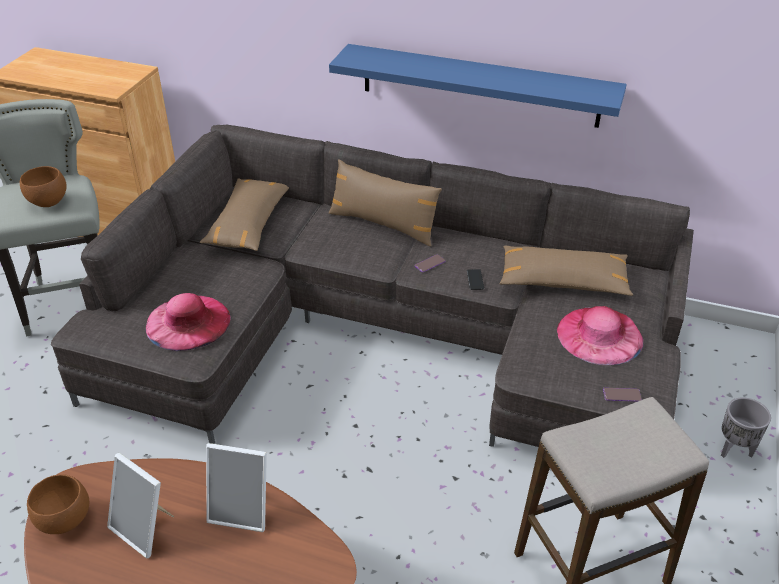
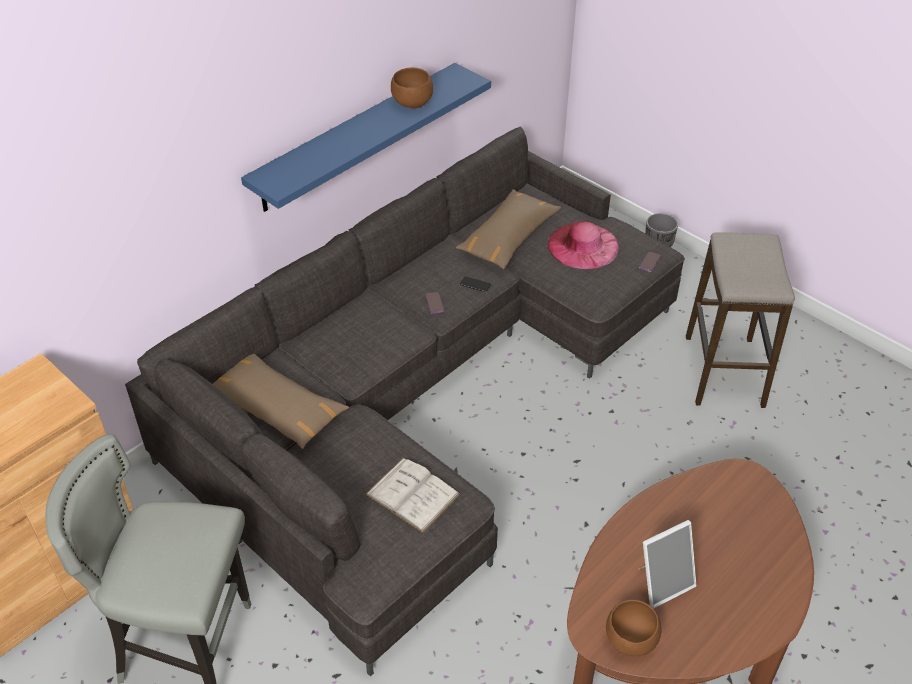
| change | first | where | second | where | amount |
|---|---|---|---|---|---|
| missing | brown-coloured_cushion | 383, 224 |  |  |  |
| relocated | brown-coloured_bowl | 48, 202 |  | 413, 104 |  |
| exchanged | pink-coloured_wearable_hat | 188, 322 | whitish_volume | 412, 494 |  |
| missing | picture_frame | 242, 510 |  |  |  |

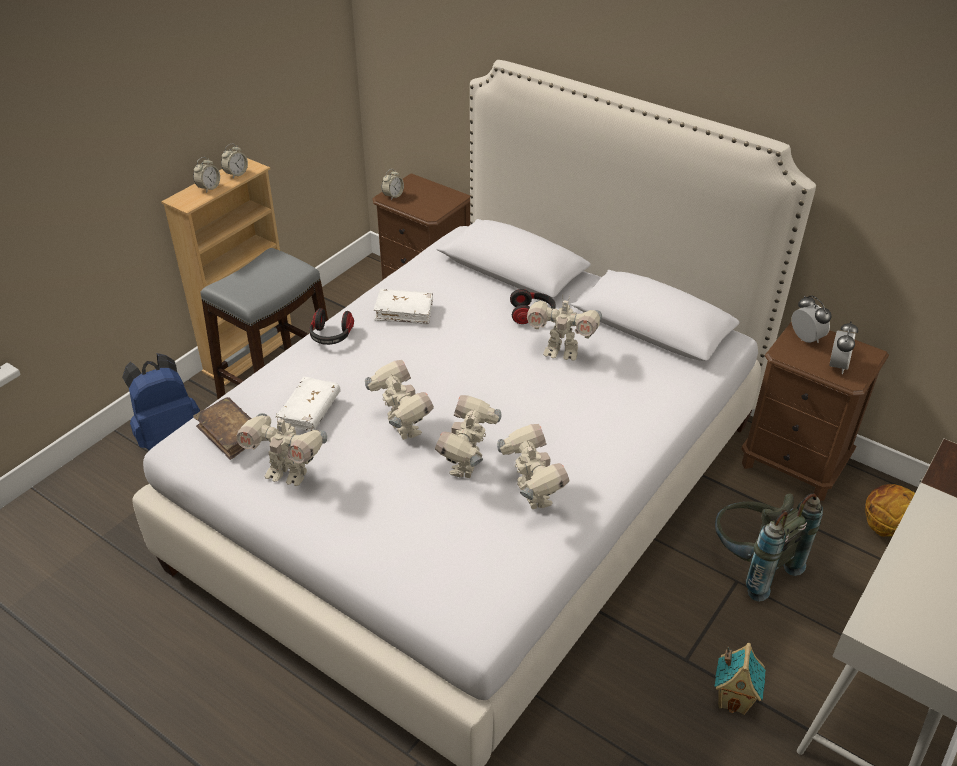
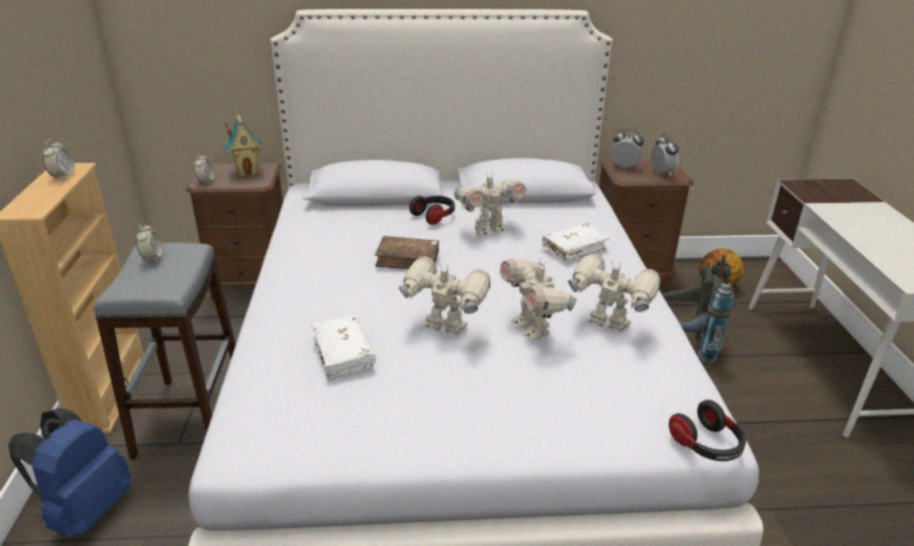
| change | first | where | second | where | amount |
|---|---|---|---|---|---|
| relocated | bedside_clock | 209, 188 |  | 152, 258 |  |
| relocated | whitish_volume | 404, 312 |  | 574, 249 |  |
| relocated | pair_of_headphones | 331, 336 |  | 707, 445 |  |
| relocated | brown-coloured_volume | 230, 434 |  | 408, 260 |  |
| missing | toy_robot | 288, 473 |  |  |  |
| relocated | model_house | 733, 699 |  | 247, 172 |  |

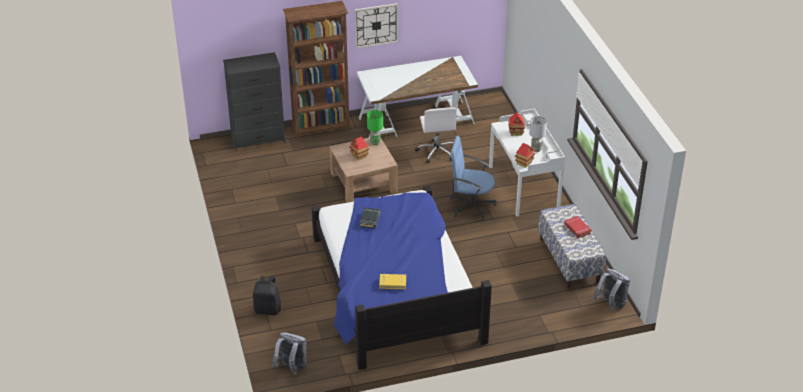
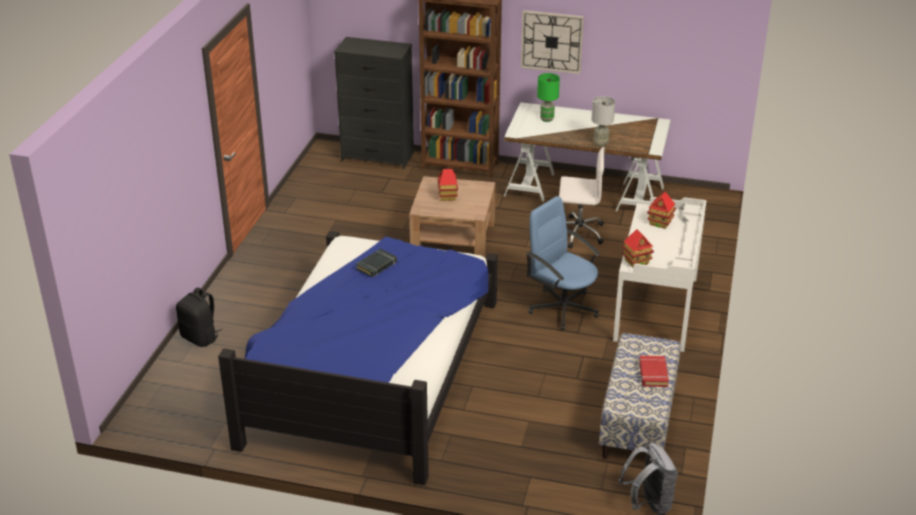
| change | first | where | second | where | amount |
|---|---|---|---|---|---|
| spun | whitish_desk_chair | 437, 151 |  | 577, 232 | 105 degrees counterclockwise |
| relocated | green-coloured_lamp_for_a_table | 375, 142 |  | 547, 119 |  |
| relocated | grey_lamp_for_a_table | 535, 149 |  | 600, 143 |  |
| missing | yellowish_volume | 392, 283 |  |  |  |
| missing | grey_knapsack | 292, 368 |  |  |  |

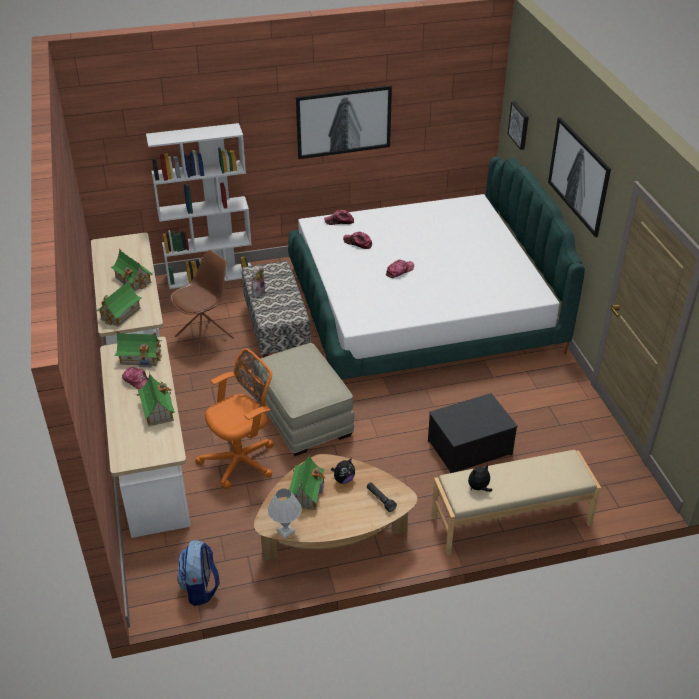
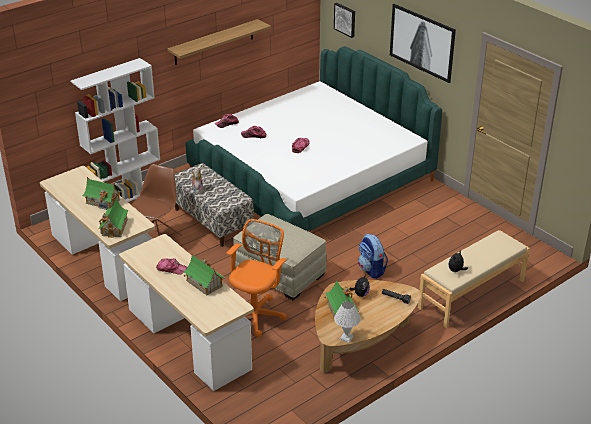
| change | first | where | second | where | amount |
|---|---|---|---|---|---|
| exchanged | wall_art | 343, 121 | bracket_shelf | 214, 42 |  |
| missing | model_house | 140, 357 |  |  |  |
| missing | storage_container | 469, 448 |  |  |  |
| relocated | knapsack | 200, 588 |  | 371, 270 |  |

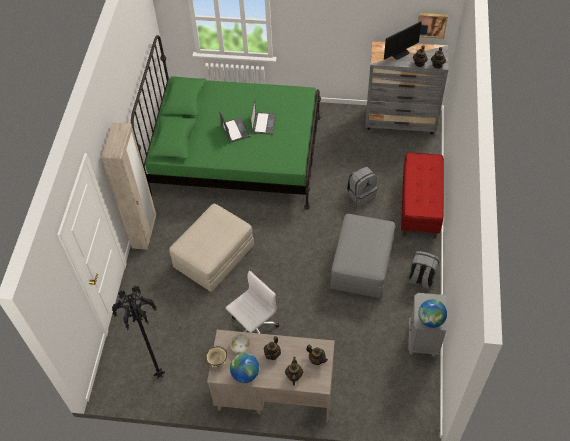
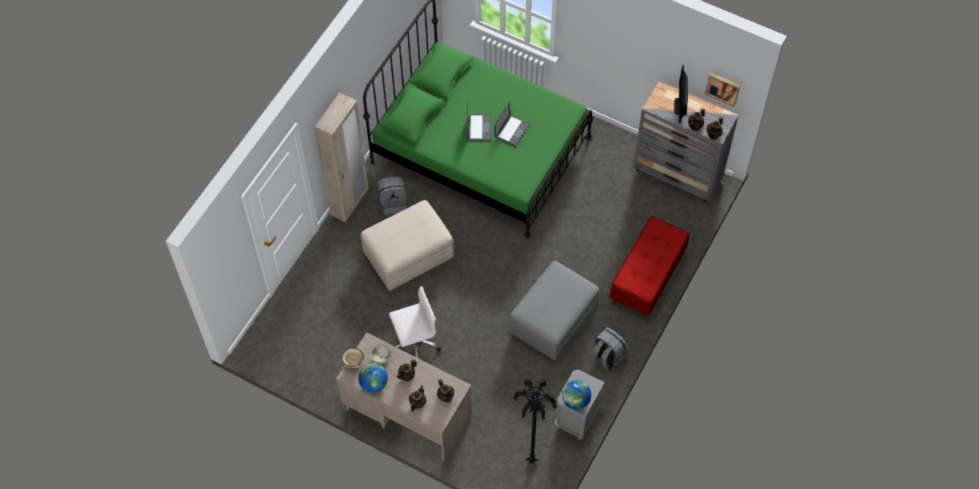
| change | first | where | second | where | amount |
|---|---|---|---|---|---|
| spun | computer_screen | 400, 53 |  | 680, 106 | 105 degrees clockwise |
| relocated | grey_knapsack | 361, 194 |  | 393, 203 |  |
| relocated | black-coloured_standard_lamp | 159, 376 |  | 531, 462 |  |

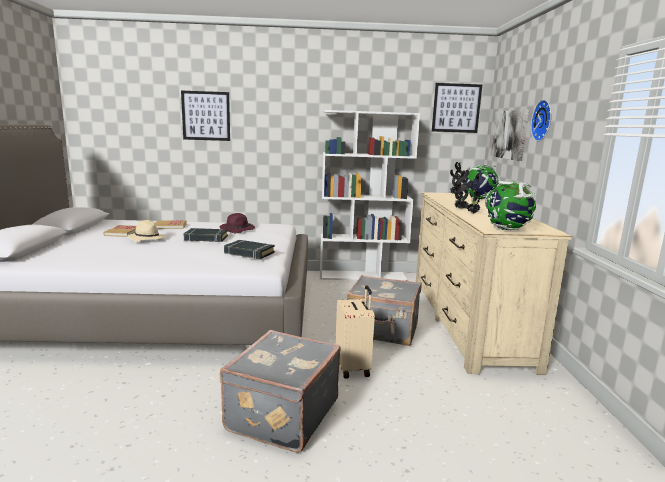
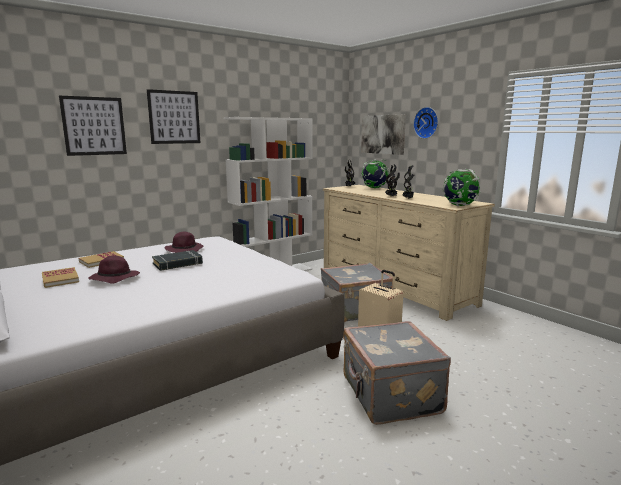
| change | first | where | second | where | amount |
|---|---|---|---|---|---|
| relocated | wall_art | 456, 108 |  | 174, 117 |  |
| colour | sand-coloured_wearable_hat | 146, 239 | purple_wearable_hat | 114, 278 |  |
| missing | black-coloured_volume | 249, 253 |  |  |  |

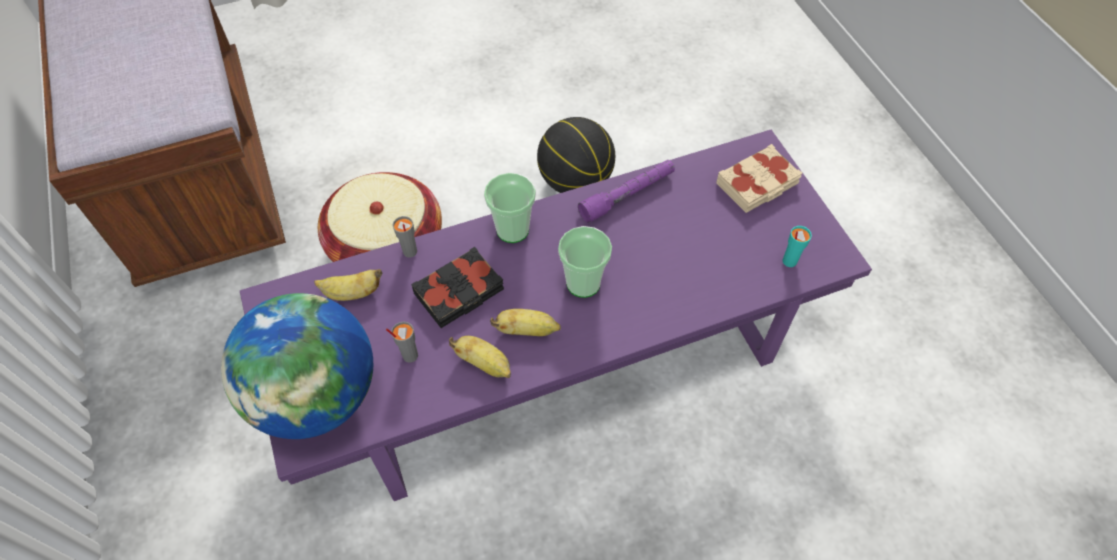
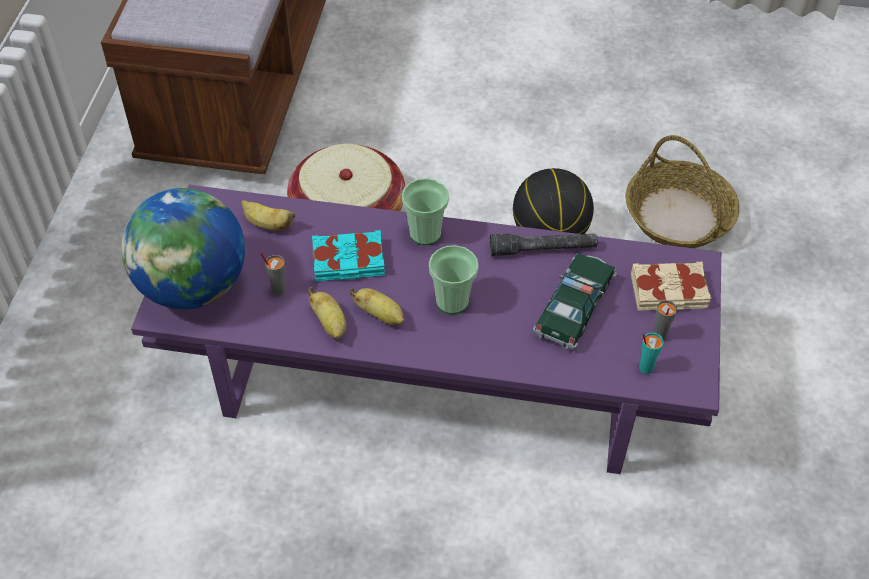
| change | first | where | second | where | amount |
|---|---|---|---|---|---|
| colour | purple_torch | 627, 195 | grey_torch | 543, 249 |  |
| relocated | grey_small_cup | 409, 252 |  | 659, 335 |  |
| colour | black-coloured_volume | 459, 292 | turquoise_volume | 348, 262 |  |
| appeared |  |  | basket | 678, 217 |  |
| appeared |  |  | model_car | 574, 307 |  |

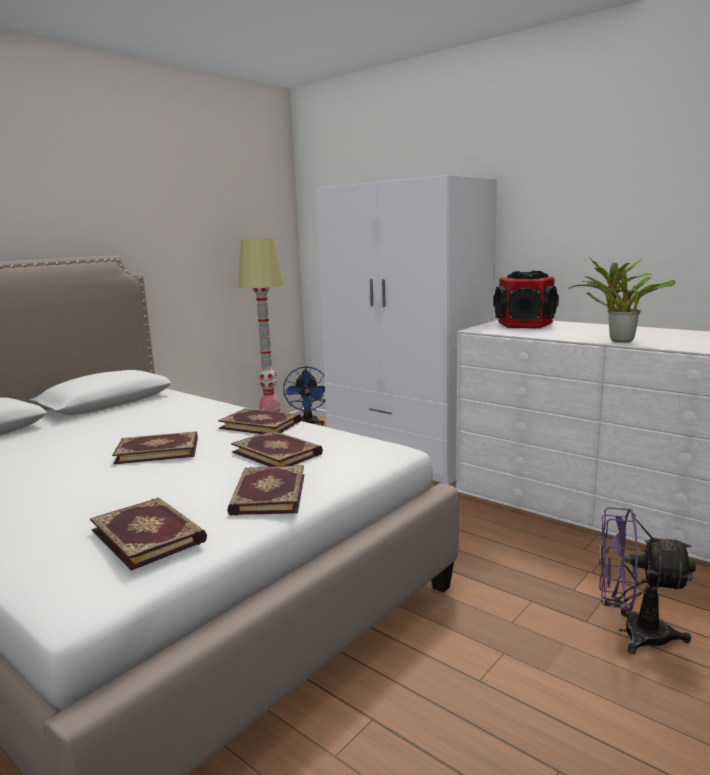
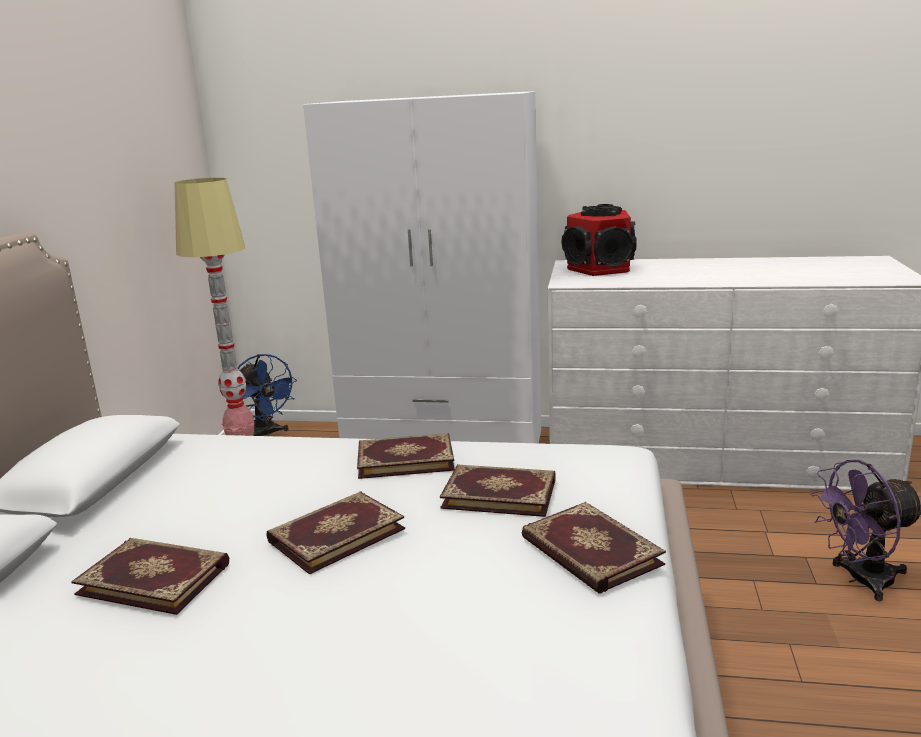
| change | first | where | second | where | amount |
|---|---|---|---|---|---|
| missing | houseplant | 618, 340 |  |  |  |
| relocated | volume | 149, 535 |  | 155, 578 |  |

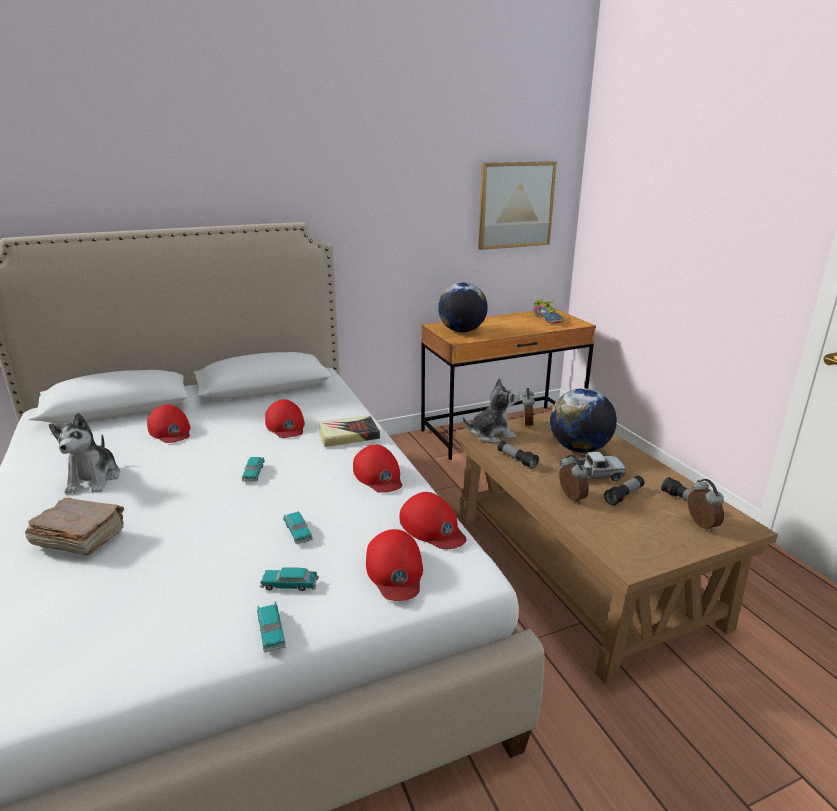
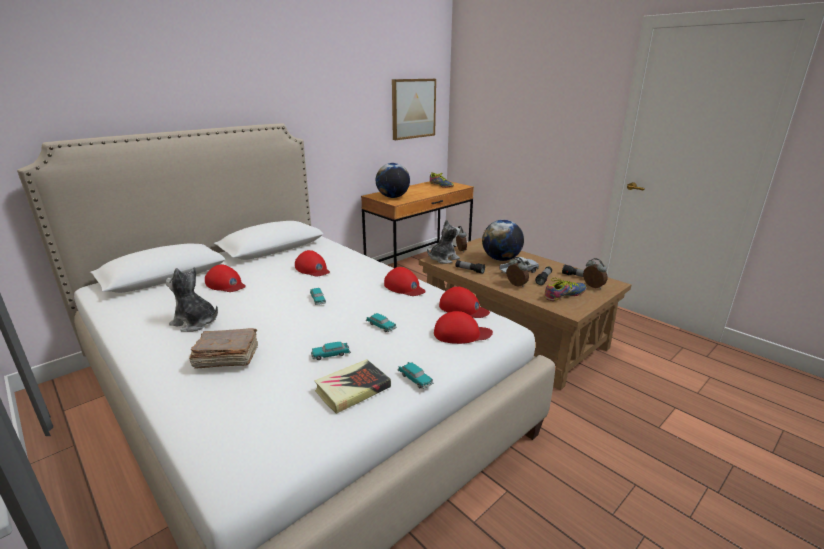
| change | first | where | second | where | amount |
|---|---|---|---|---|---|
| spun | soft_toy | 94, 479 |  | 195, 322 | 135 degrees clockwise |
| relocated | volume | 348, 435 |  | 352, 389 |  |
| spun | red_cap | 395, 571 |  | 461, 334 | 60 degrees counterclockwise |
| relocated | model_car | 289, 584 |  | 330, 354 |  |
| appeared |  |  | low_shoe | 564, 295 |  |

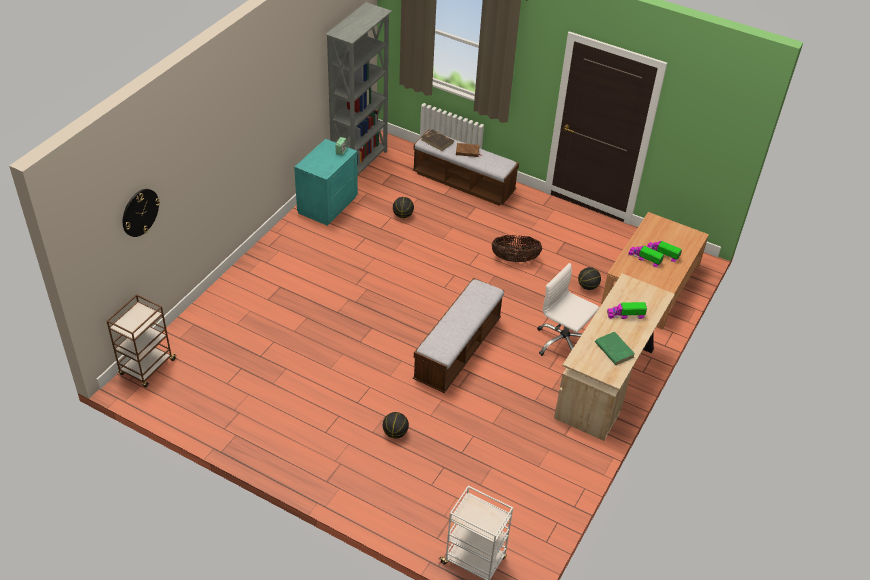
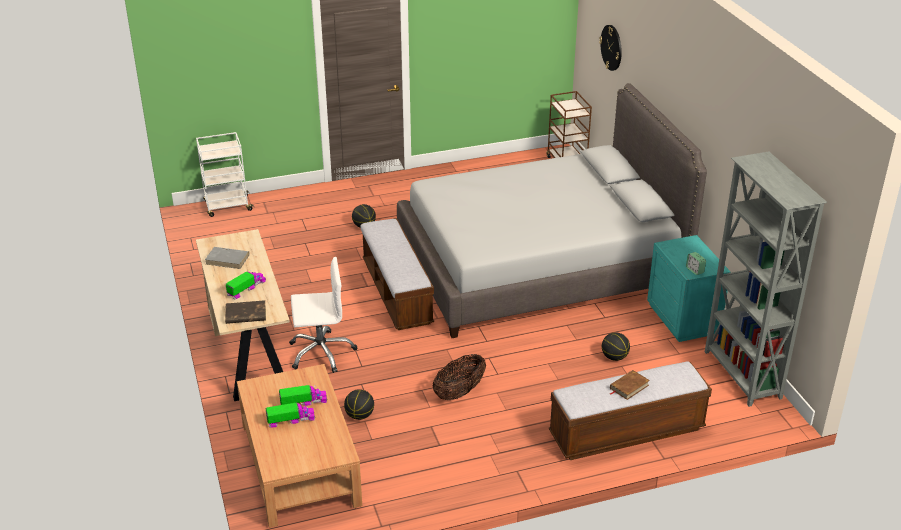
| change | first | where | second | where | amount |
|---|---|---|---|---|---|
| relocated | brown-coloured_volume | 437, 141 |  | 245, 315 |  |
| colour | green-coloured_volume | 614, 350 | grey_volume | 228, 259 |  |
| appeared |  |  | grey_sleeping_bed | 540, 266 |  |

